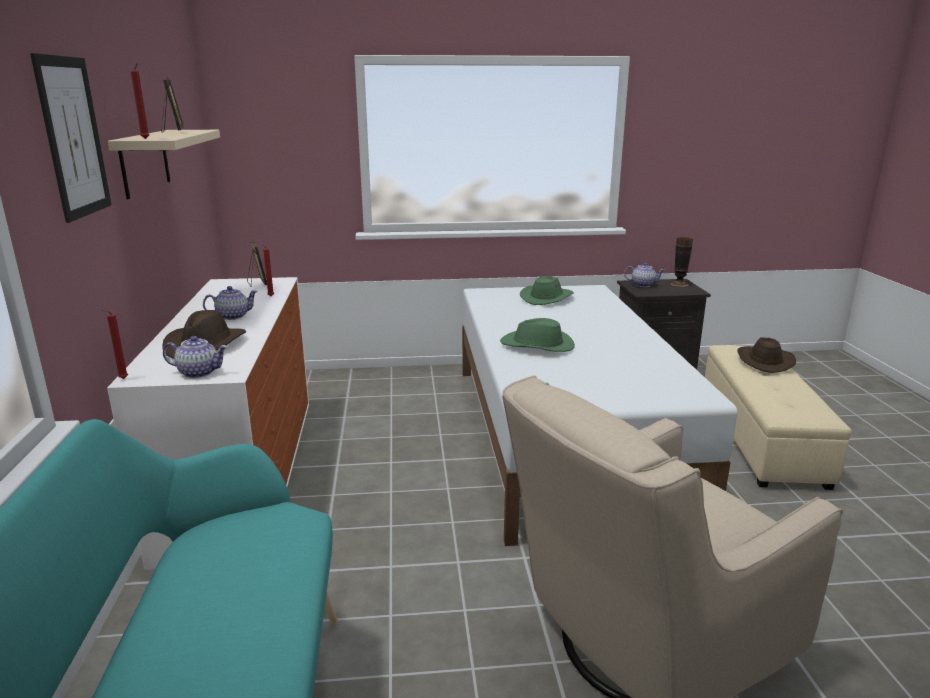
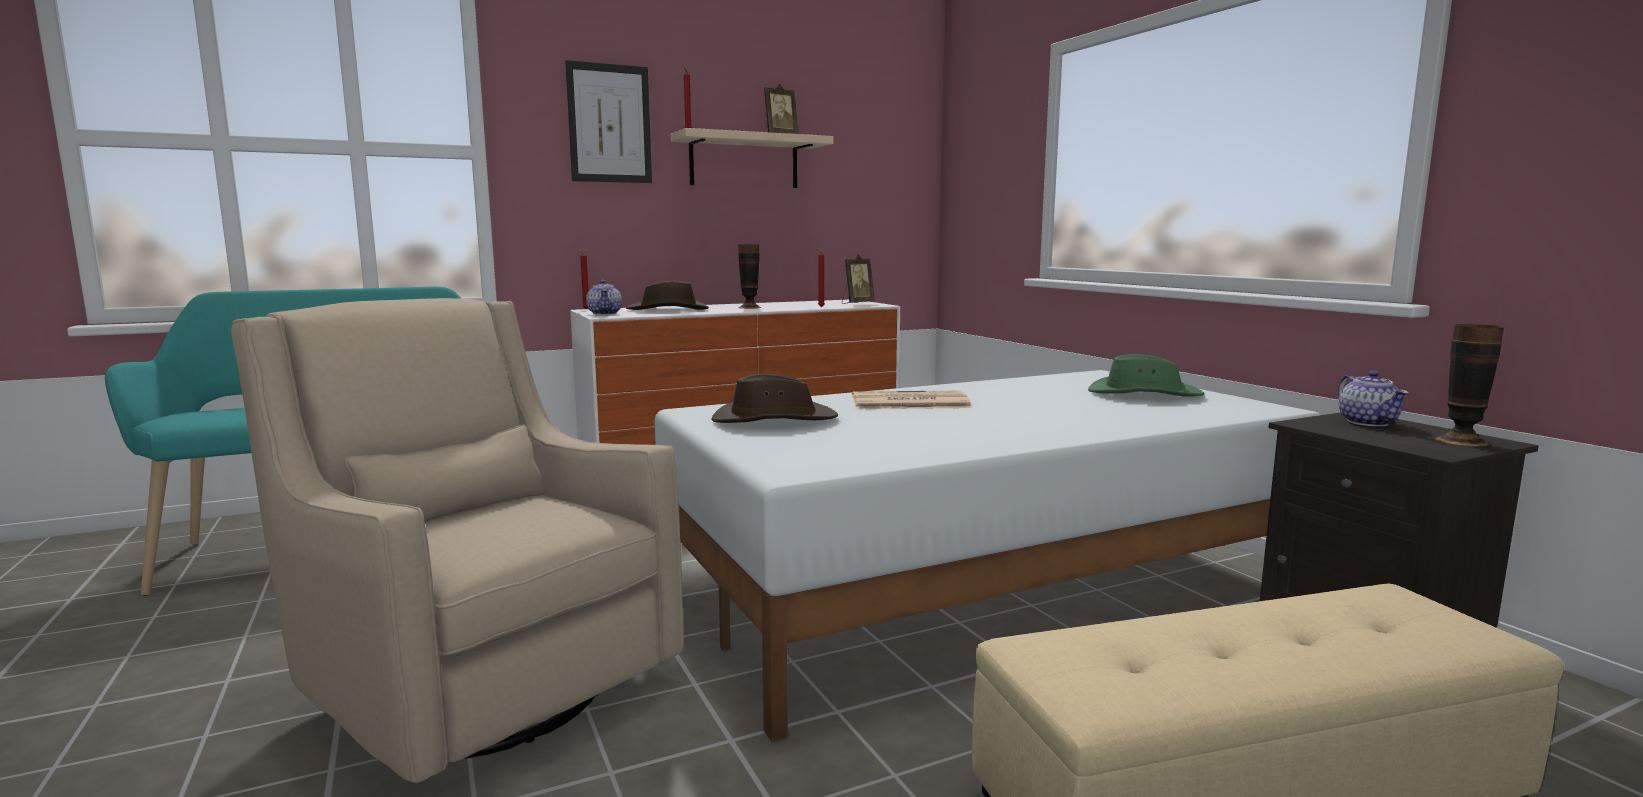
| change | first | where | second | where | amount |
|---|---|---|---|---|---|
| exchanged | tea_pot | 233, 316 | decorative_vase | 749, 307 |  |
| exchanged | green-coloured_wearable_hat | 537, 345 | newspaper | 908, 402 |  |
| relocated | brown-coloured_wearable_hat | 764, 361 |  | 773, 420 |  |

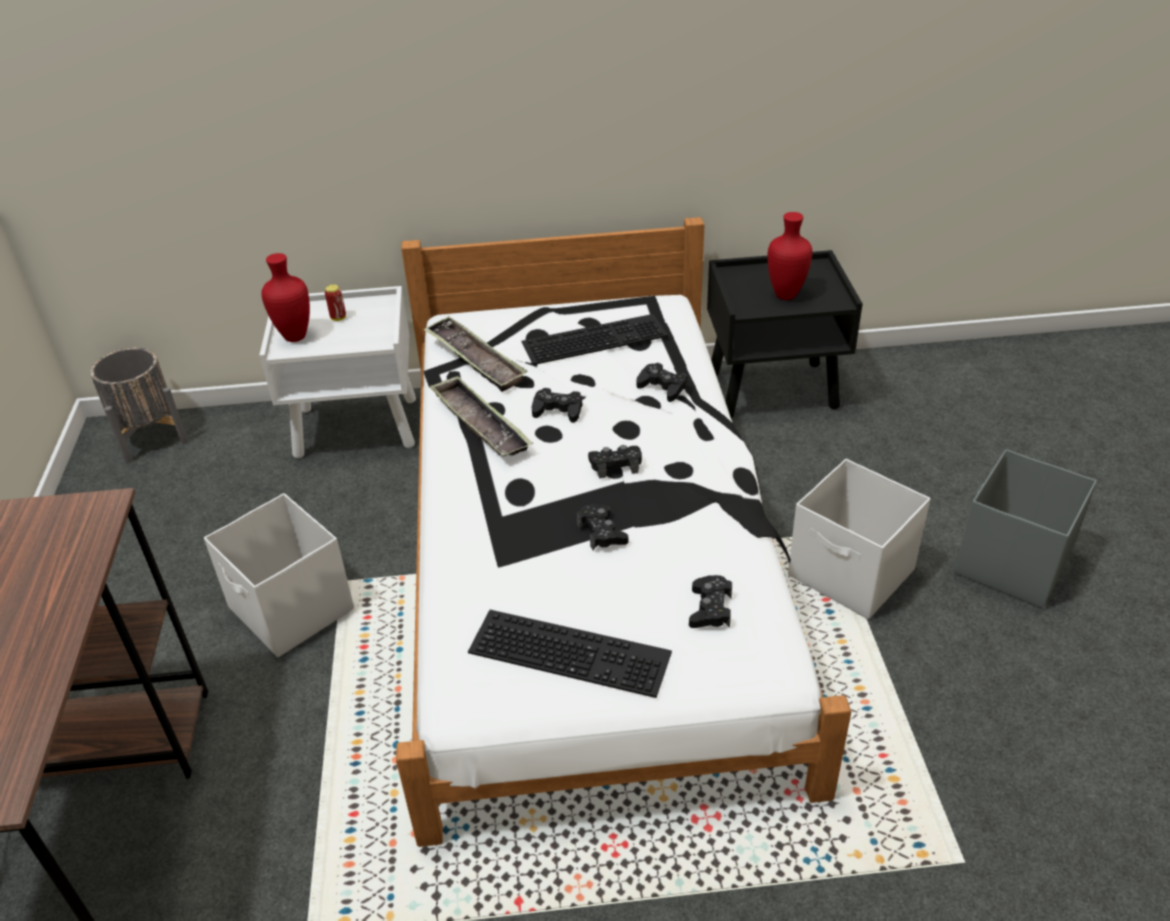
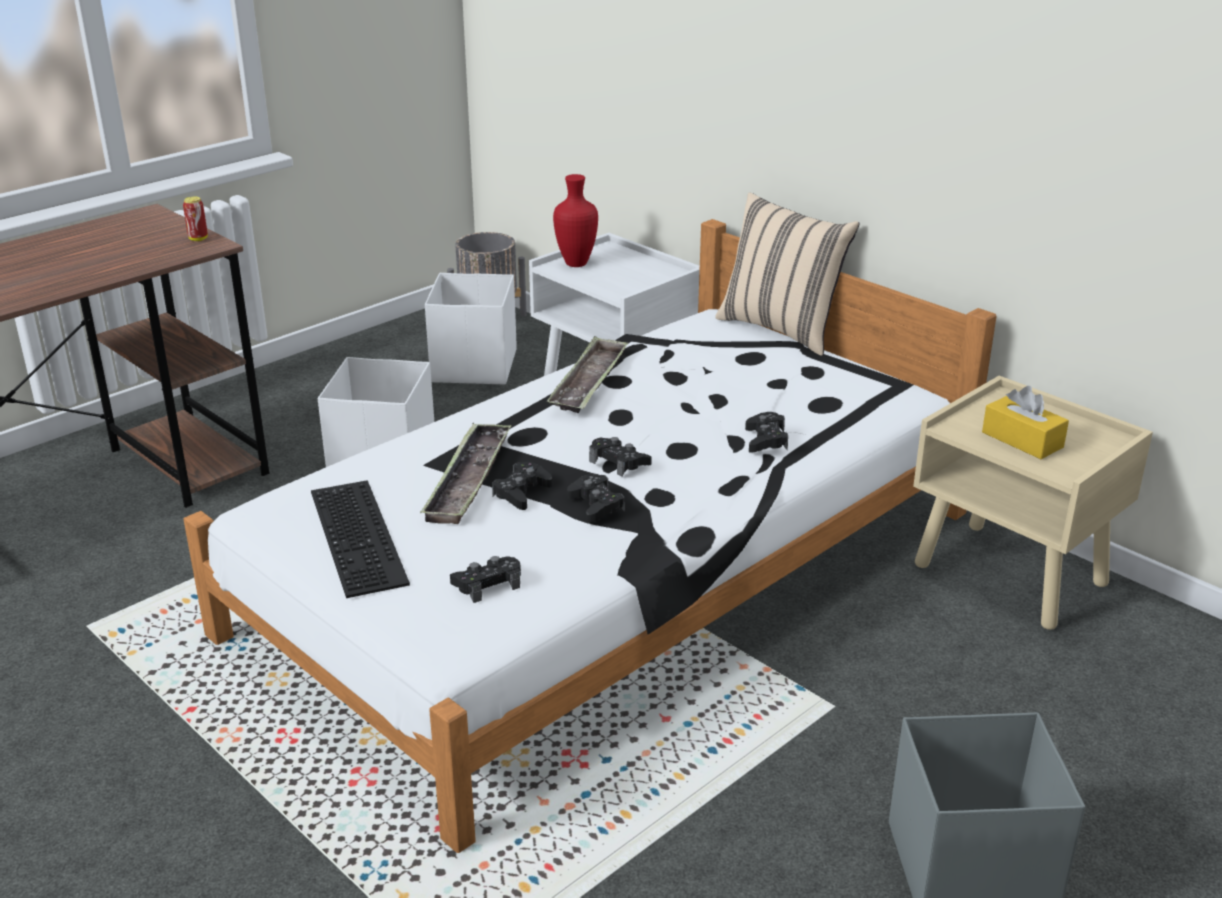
| change | first | where | second | where | amount |
|---|---|---|---|---|---|
| exchanged | red_decorative_vase | 786, 295 | yellowish_tissue_holder | 1022, 440 |  |
| colour | black-coloured_nightstand | 774, 389 | sand-coloured_nightstand | 1012, 575 |  |
| relocated | metal_can | 338, 318 |  | 198, 239 |  |
| missing | PC_keyboard | 595, 337 |  |  |  |
| relocated | tray | 475, 359 |  | 468, 480 |  |
| relocated | black-coloured_gamepad | 558, 410 |  | 596, 505 |  |
| relocated | whitish_storage_container | 851, 575 |  | 473, 367 |  |
| appeared |  |  | sand-coloured_cushion | 782, 329 |  |

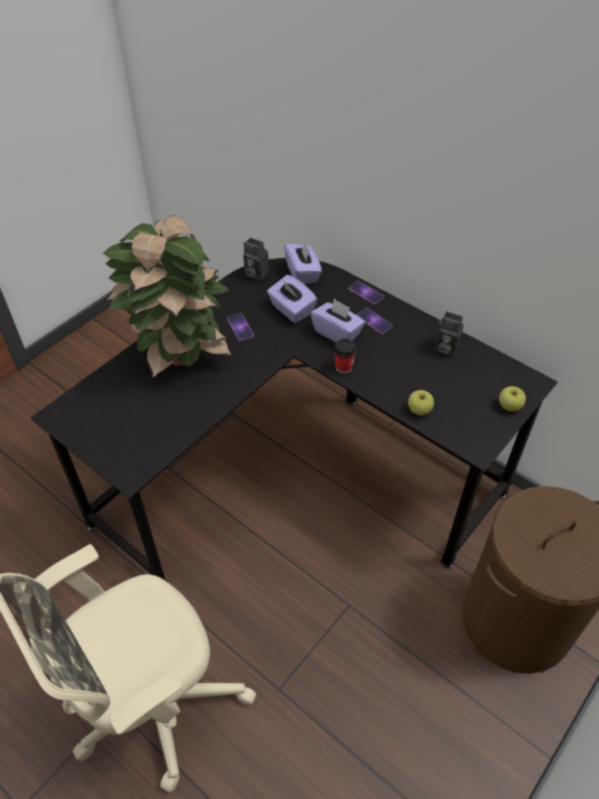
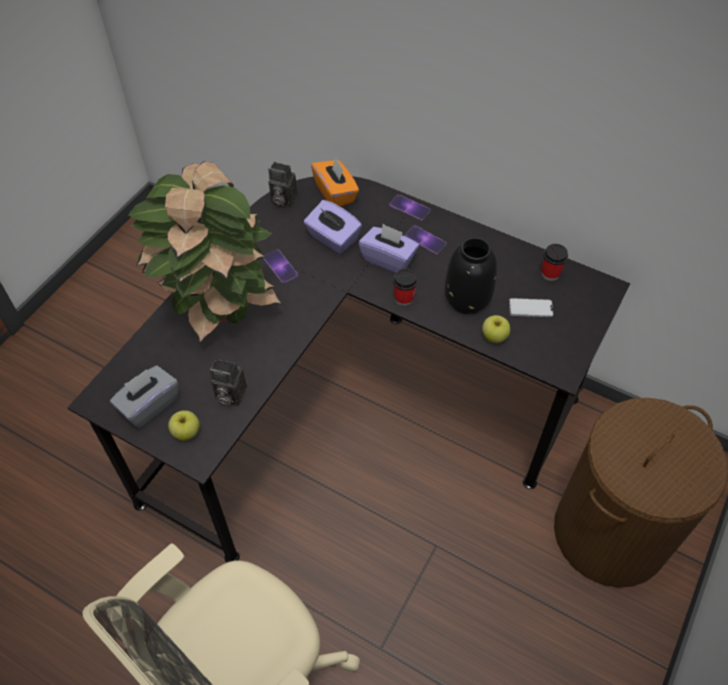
| change | first | where | second | where | amount |
|---|---|---|---|---|---|
| colour | purple_tissue_holder | 302, 273 | orange_tissue_holder | 335, 193 |  |
| relocated | still_camera | 444, 348 |  | 229, 395 |  |
| relocated | whole_apple | 509, 406 |  | 186, 432 |  |
| appeared |  |  | black-coloured_decorative_vase | 468, 299 |  |
| appeared |  |  | small_cup | 550, 273 |  |
| appeared |  |  | handset | 530, 308 |  |
| appeared |  |  | grey_tissue_holder | 149, 405 |  |

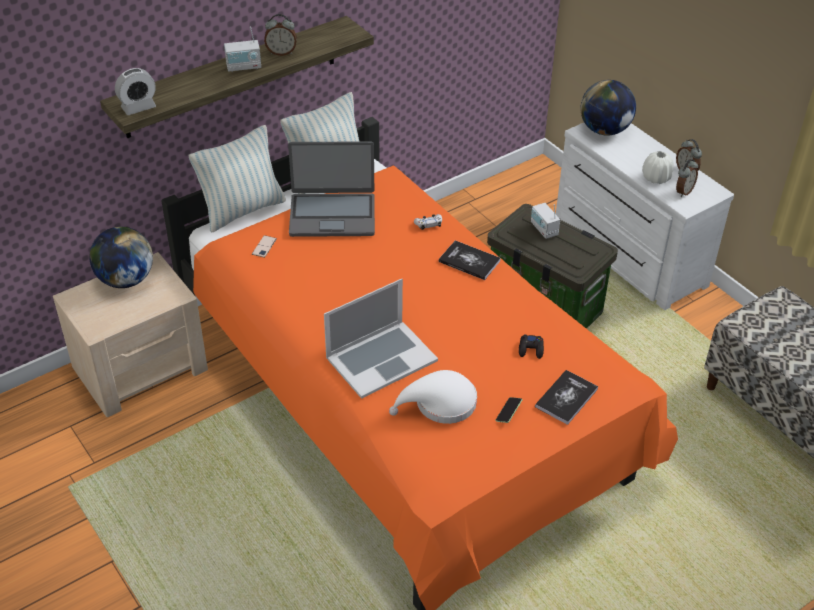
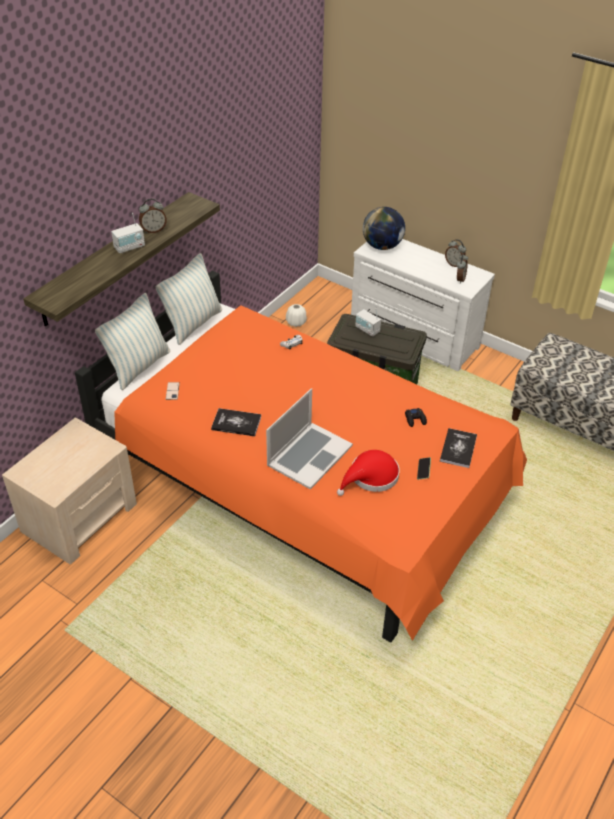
| change | first | where | second | where | amount |
|---|---|---|---|---|---|
| missing | bedside_clock | 138, 107 |  |  |  |
| missing | laptop | 332, 215 |  |  |  |
| relocated | whitish_decorative_vase | 656, 178 |  | 296, 322 |  |
| missing | globe | 126, 280 |  |  |  |
| relocated | volume | 469, 261 |  | 236, 423 |  |
| colour | whitish_wearable_hat | 440, 404 | red_wearable_hat | 371, 477 |  |

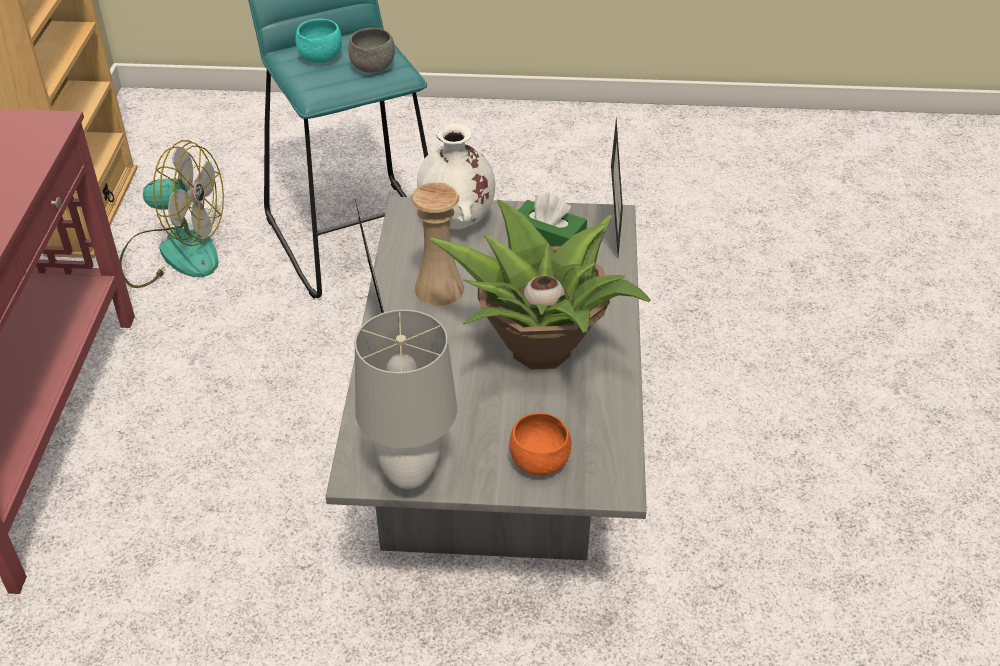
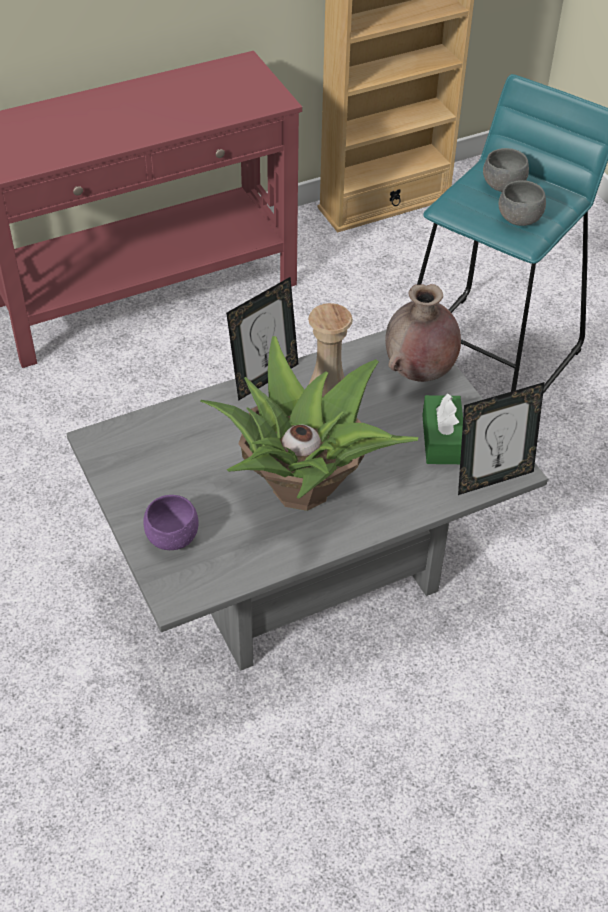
| change | first | where | second | where | amount |
|---|---|---|---|---|---|
| colour | turquoise_bowl | 320, 58 | grey_bowl | 503, 186 |  |
| colour | whitish_decorative_vase | 457, 223 | brown-coloured_decorative_vase | 419, 373 |  |
| missing | cooling_fan | 174, 252 |  |  |  |
| missing | grey_lamp_for_a_table | 411, 468 |  |  |  |
| colour | orange_bowl | 539, 462 | purple_bowl | 172, 538 |  |

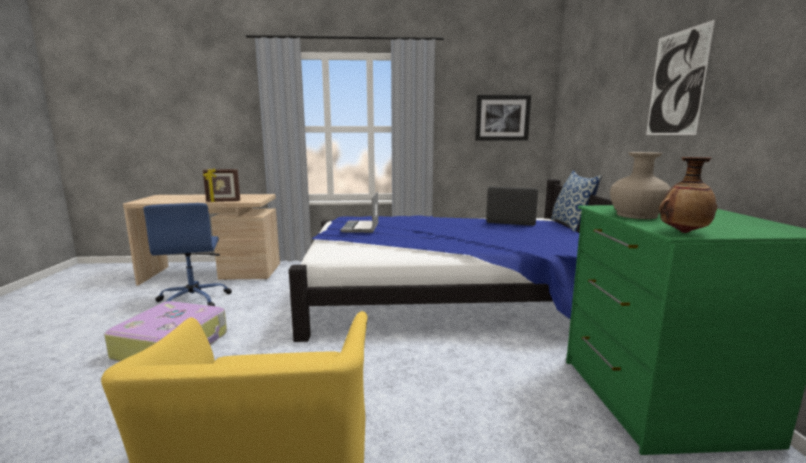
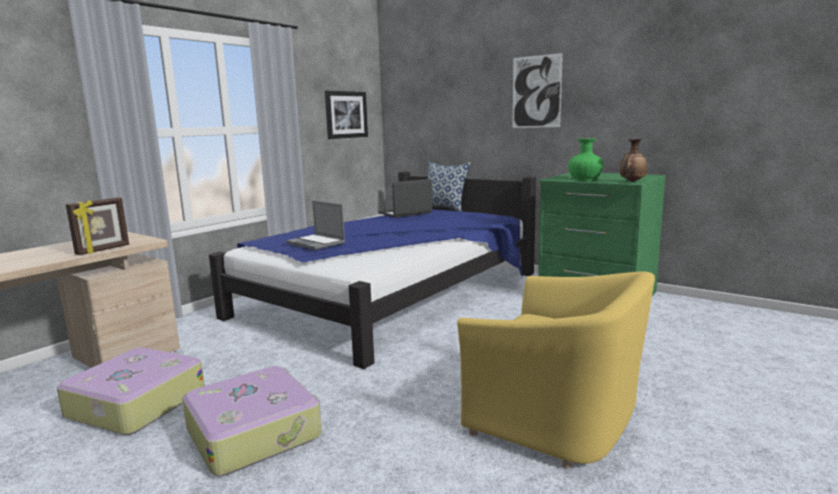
| change | first | where | second | where | amount |
|---|---|---|---|---|---|
| colour | sand-coloured_decorative_vase | 636, 215 | green-coloured_decorative_vase | 585, 179 |  |
| exchanged | blue-coloured_desk_chair | 194, 300 | travel_case | 135, 404 |  |

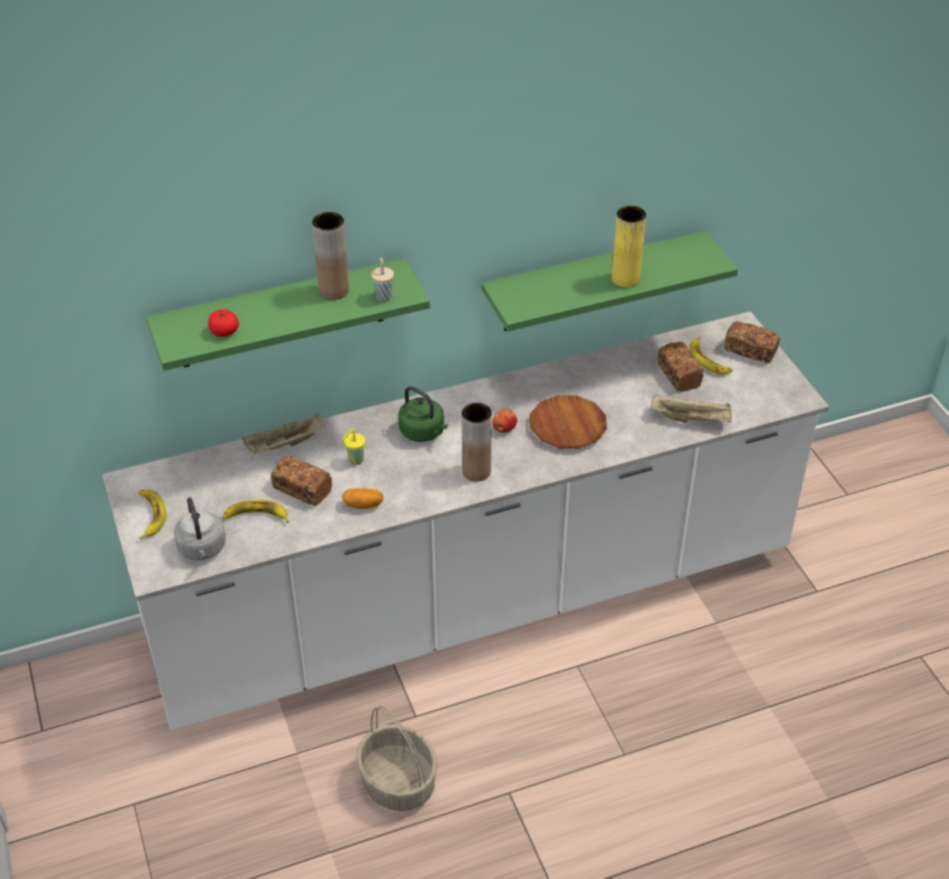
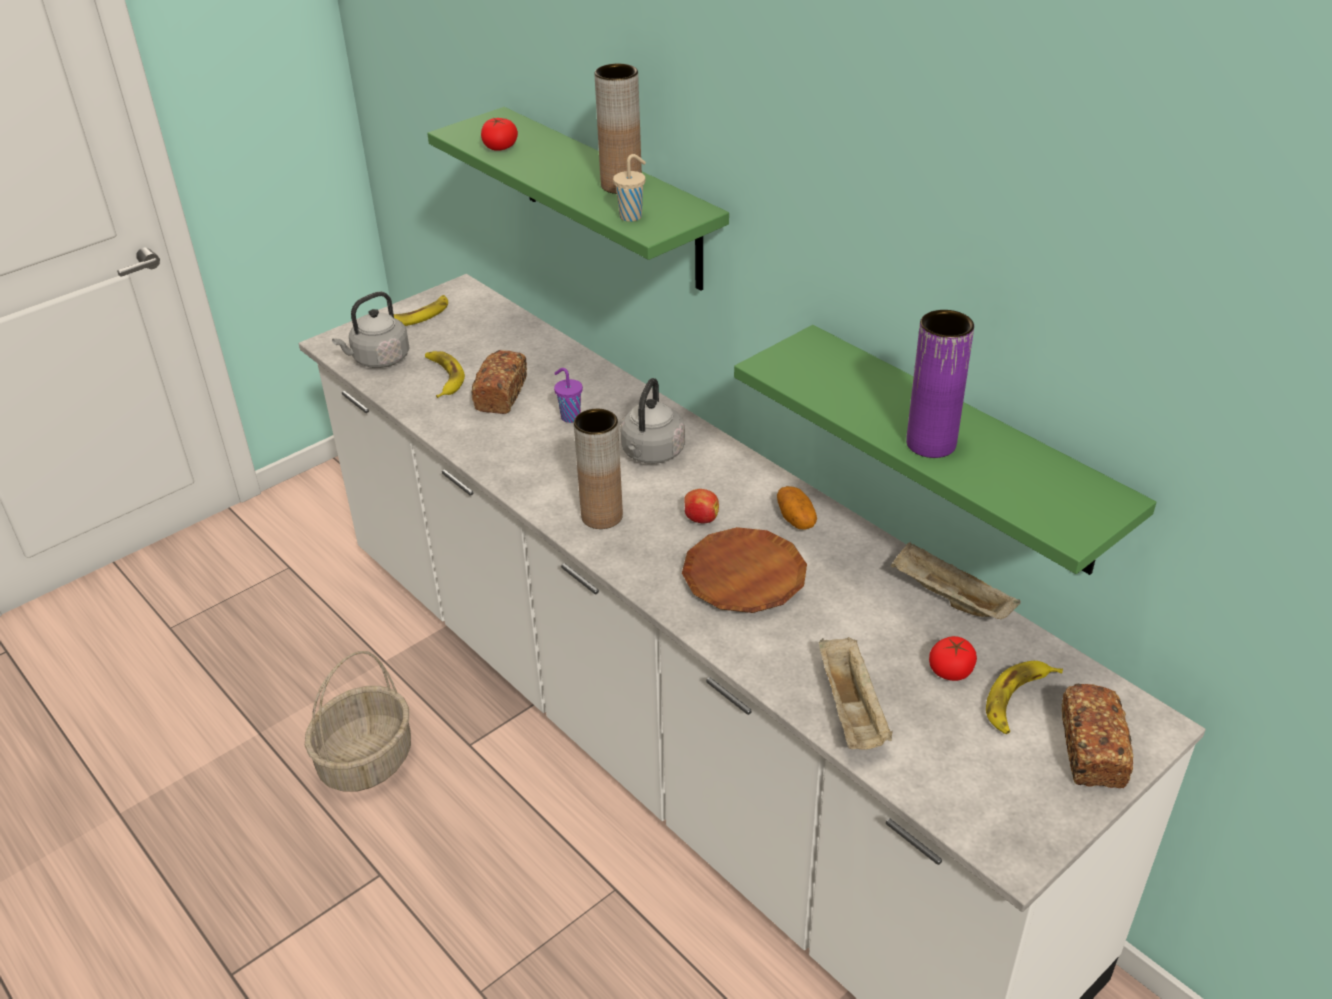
| change | first | where | second | where | amount |
|---|---|---|---|---|---|
| colour | yellowish_decorative_vase | 625, 279 | purple_decorative_vase | 931, 443 |  |
| exchanged | baked_bread | 678, 375 | whole_tomato | 951, 670 |  |
| colour | green-coloured_water_kettle | 423, 432 | grey_water_kettle | 651, 454 |  |
| relocated | sand-coloured_tray | 285, 445 |  | 948, 599 |  |
| colour | yellowish_small_cup | 355, 460 | purple_small_cup | 569, 417 |  |
| relocated | potato | 363, 505 |  | 796, 519 |  |

